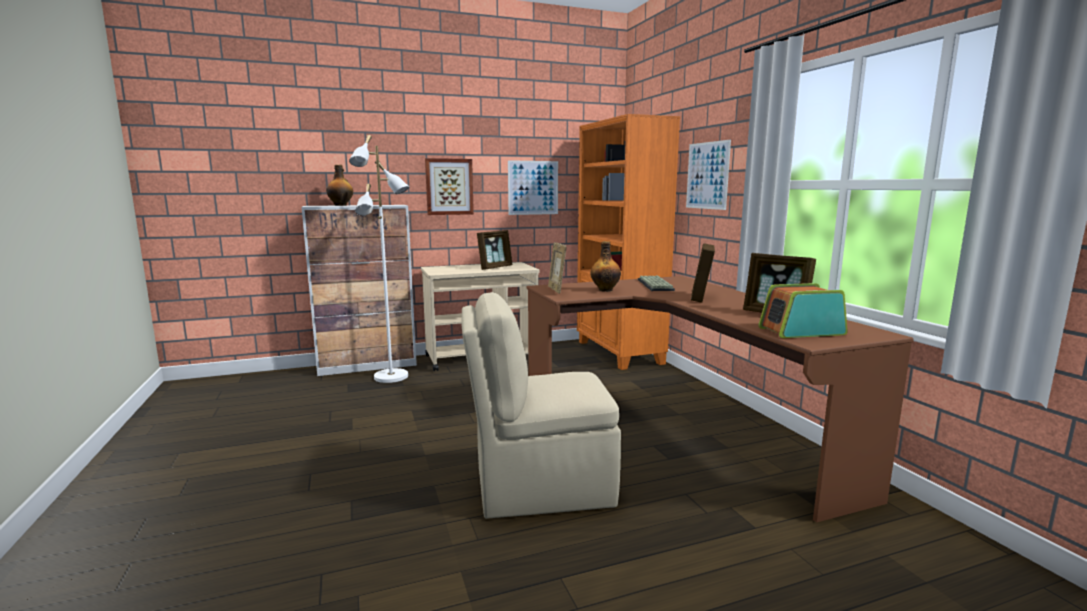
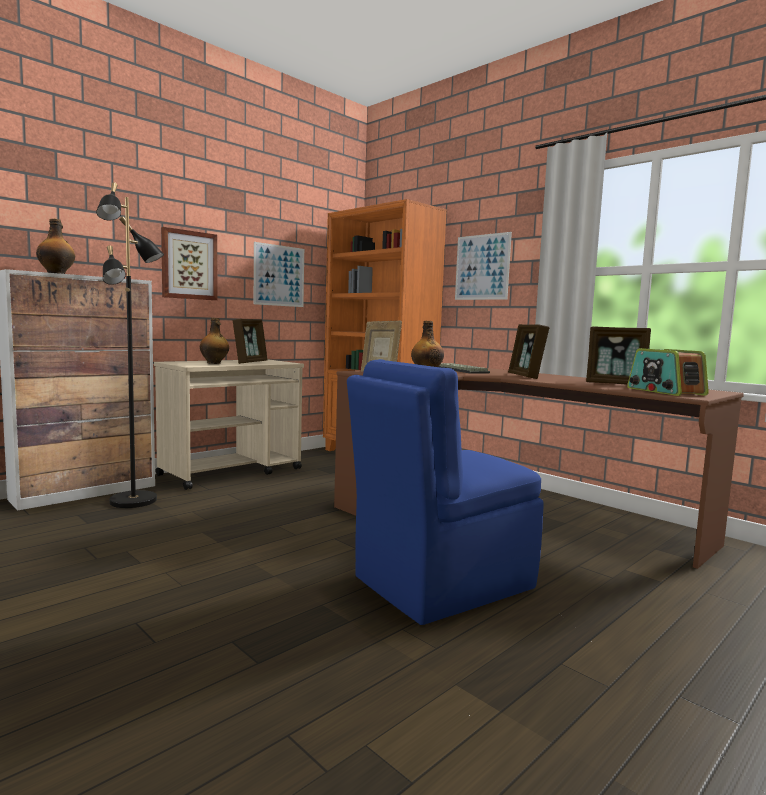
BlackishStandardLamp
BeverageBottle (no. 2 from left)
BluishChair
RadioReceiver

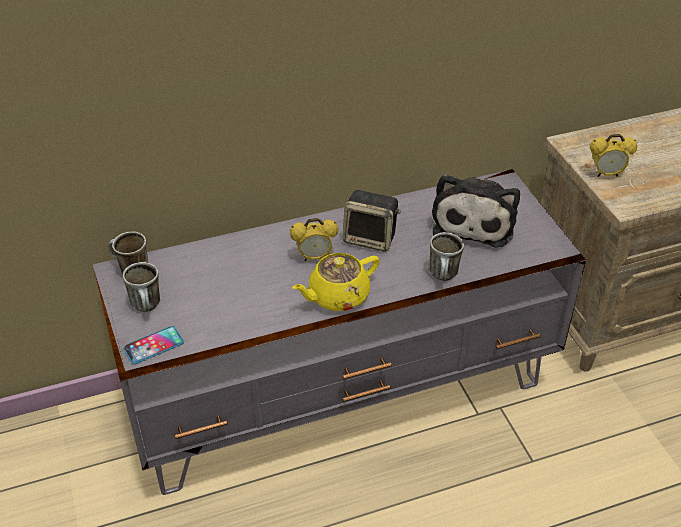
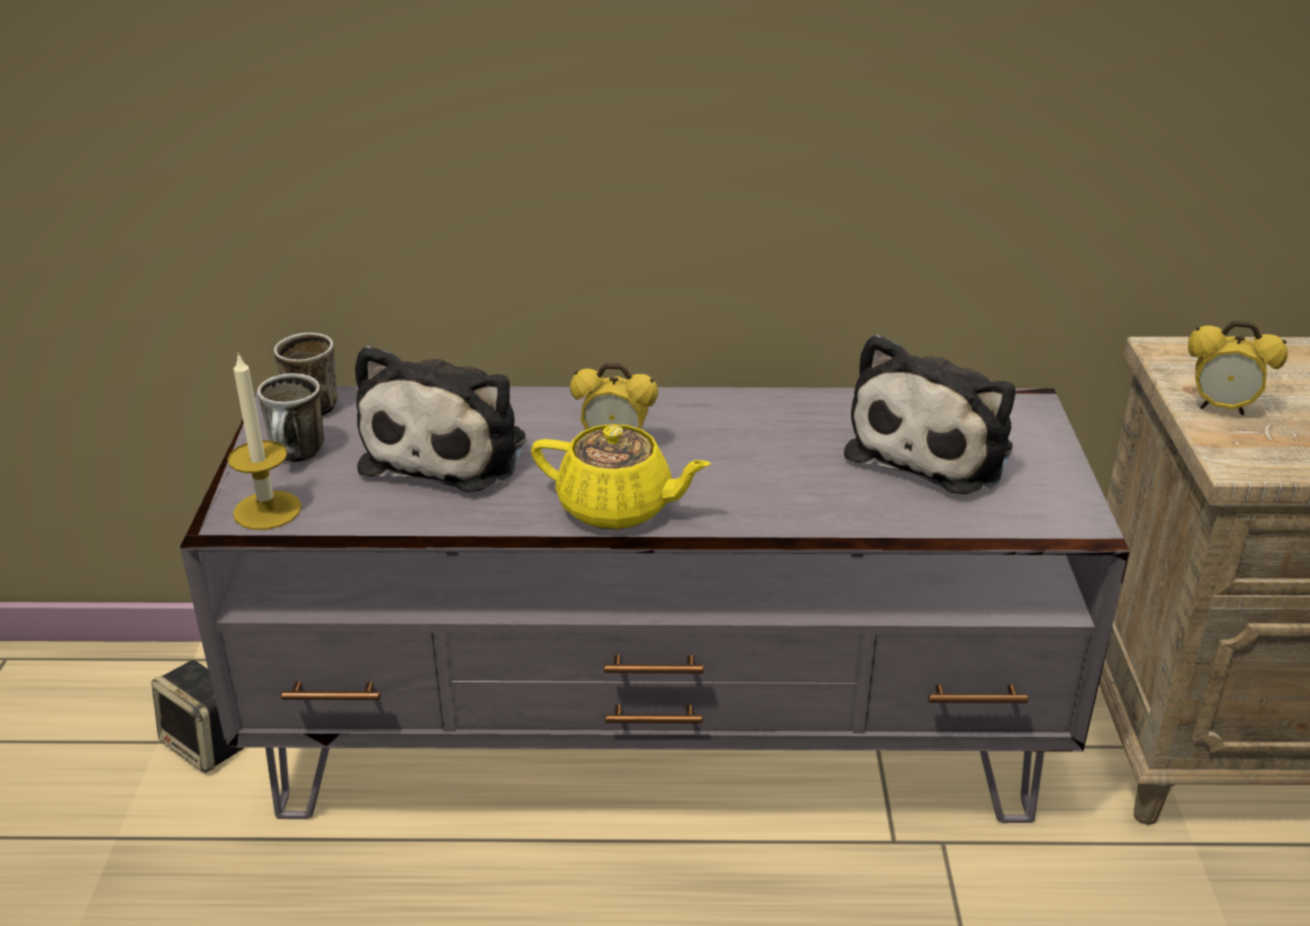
AudioSpeaker
WaxLight
CuddlyToy (no. 1 from left)
YellowishTeaPot
Mug (no. 3 from left in the first image)

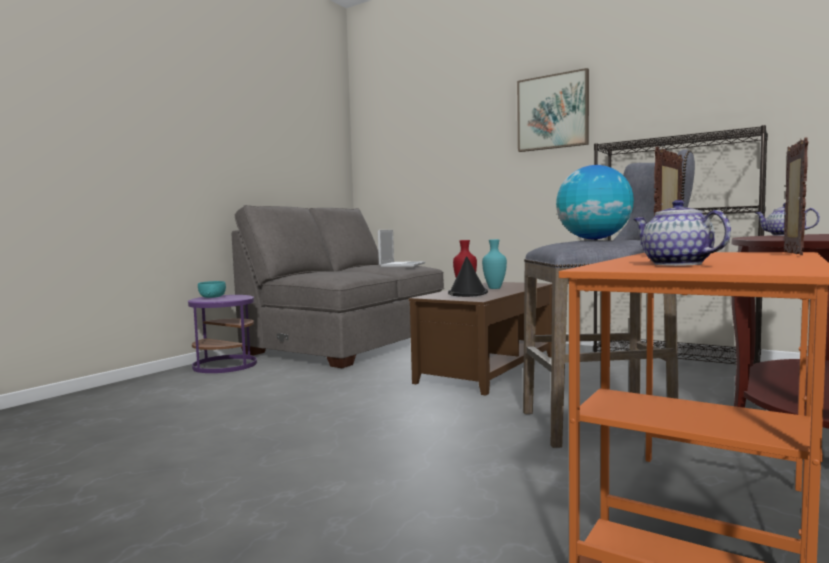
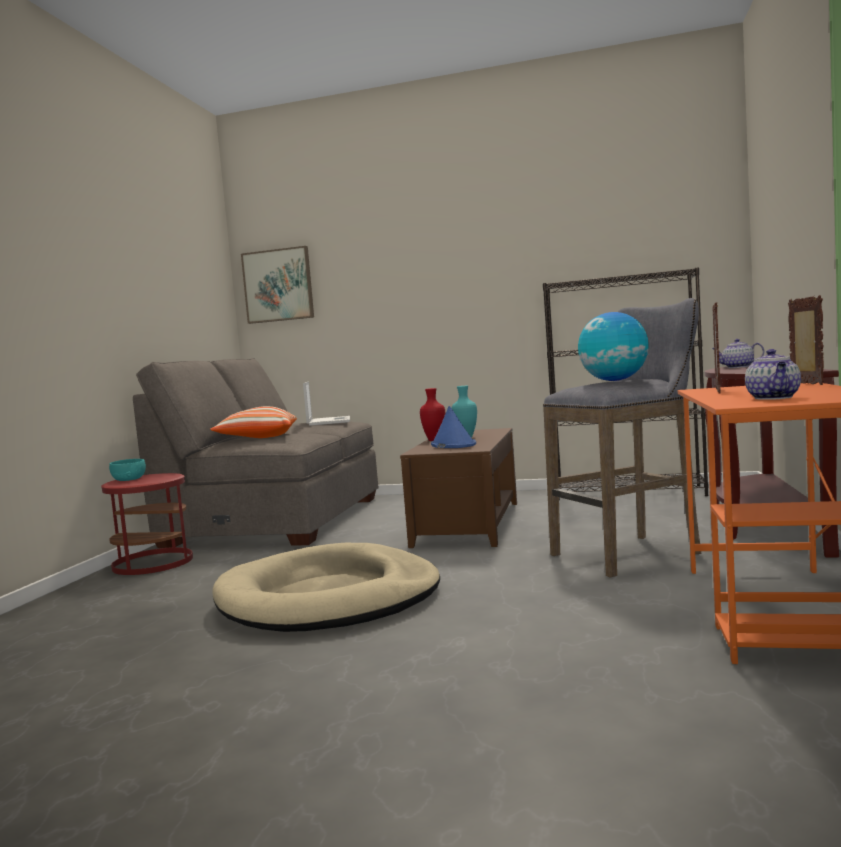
RedColouredSideTable
ThrowPillow
SandColouredDogCushion
WallArt
BluishWearableHat
TeaPot (no. 2 from left)

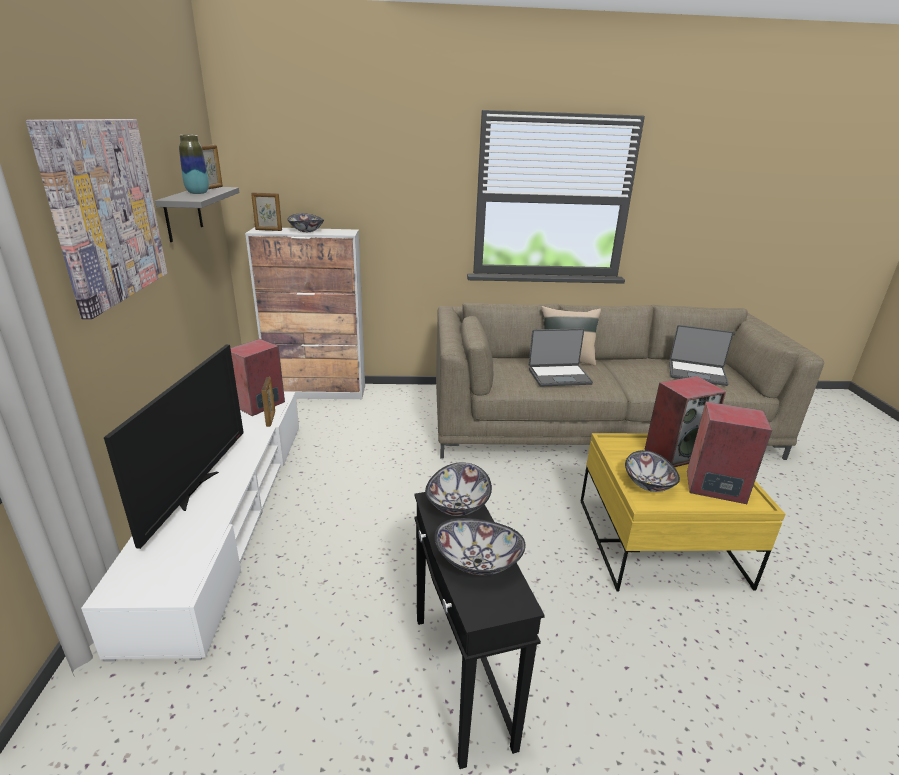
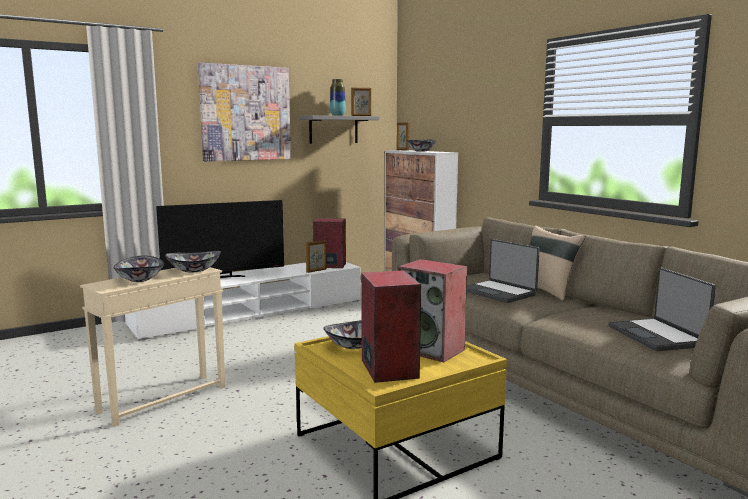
SandColouredSideTable

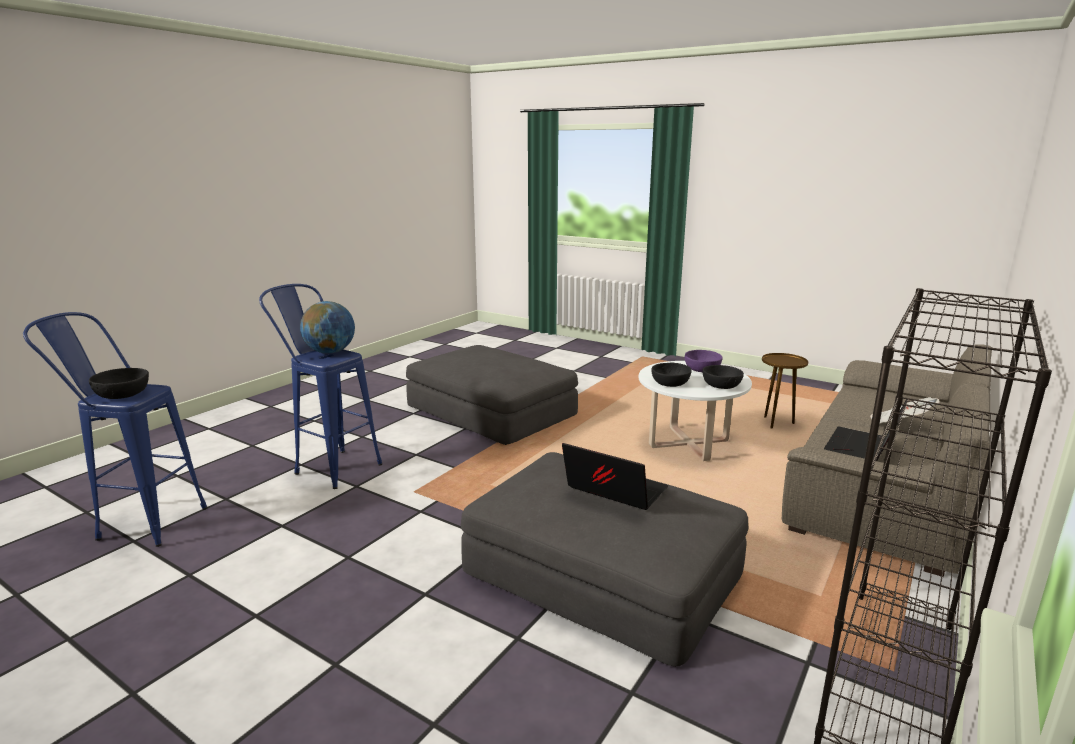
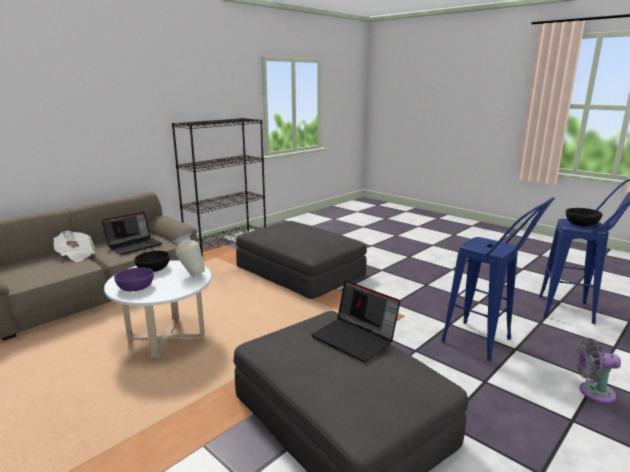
DecorativeVase
NotebookComputer (no. 2 from left)
GreyishFan
DeskGlobe
BrownColouredSideTable

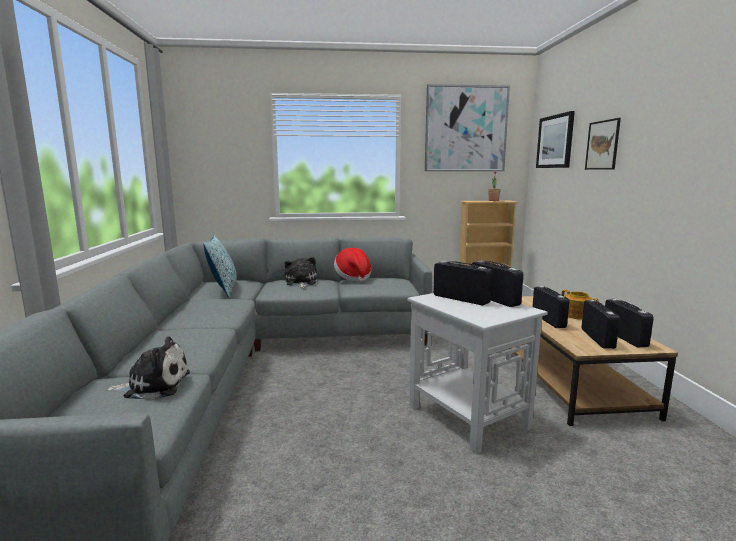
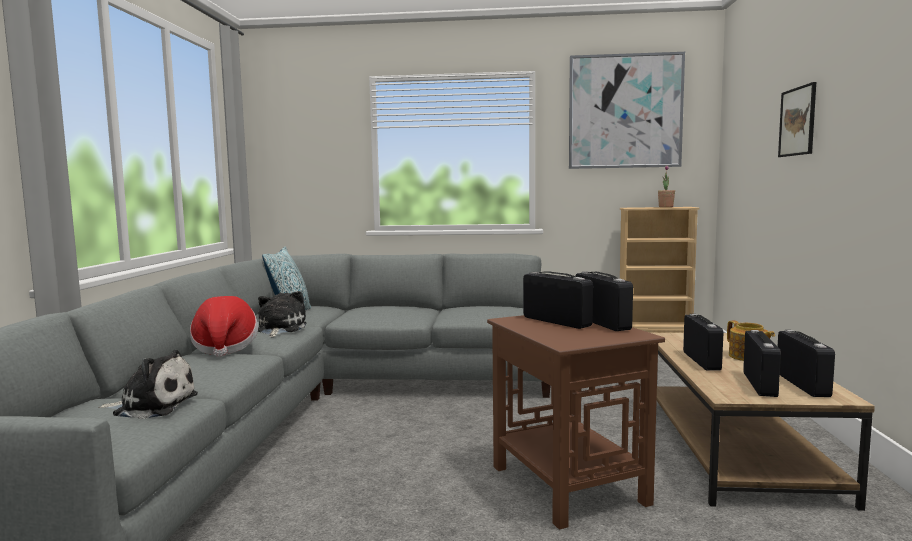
WearableHat
CuddlyToy (no. 2 from left)
BrownColouredSideTable
WallArt (no. 2 from left in the first image)

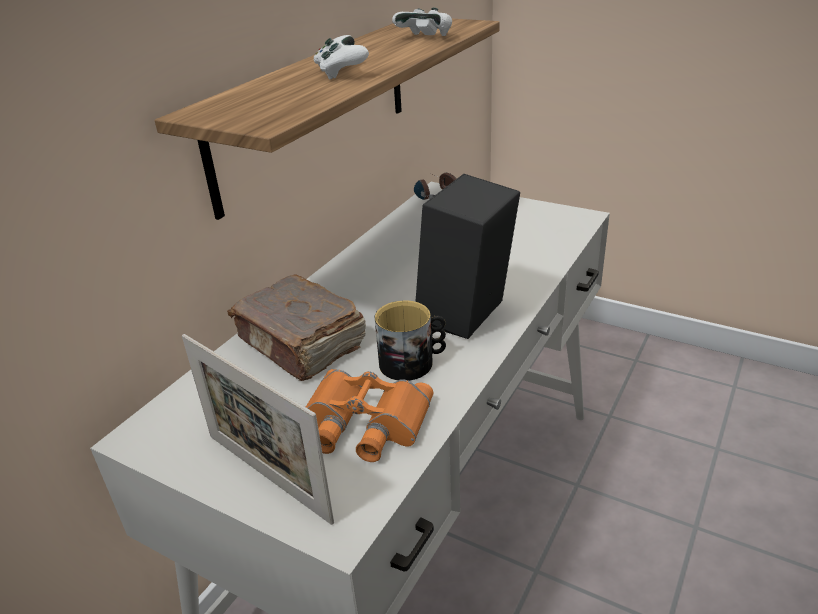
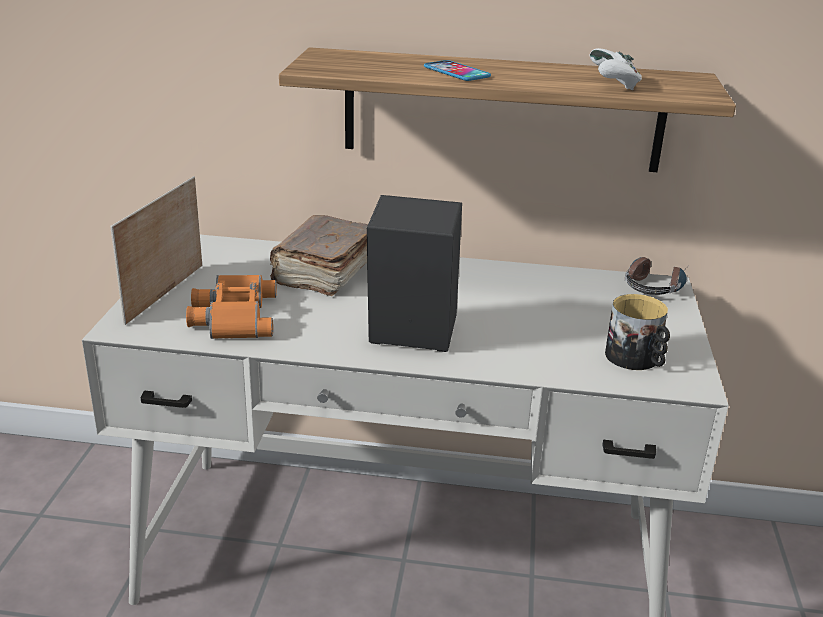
Telephone
Mug

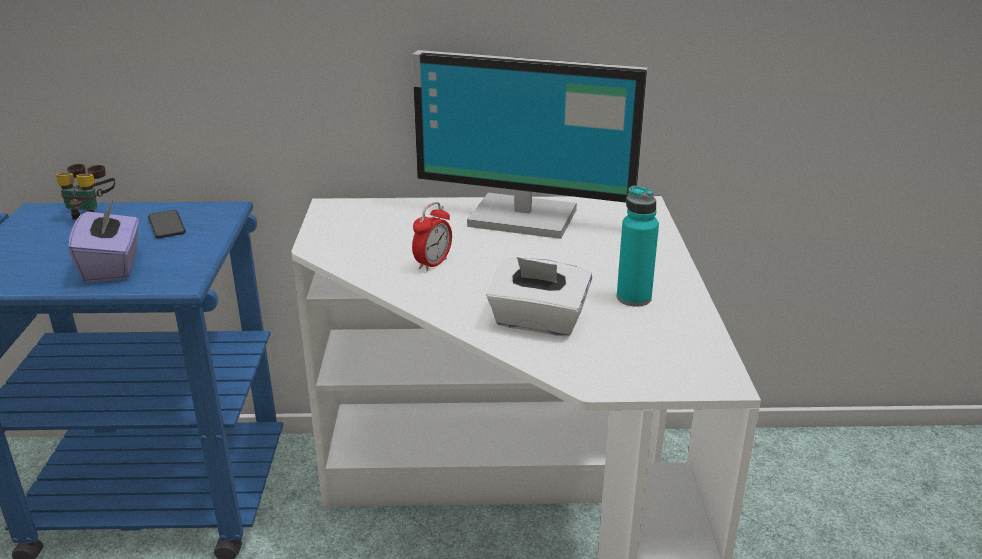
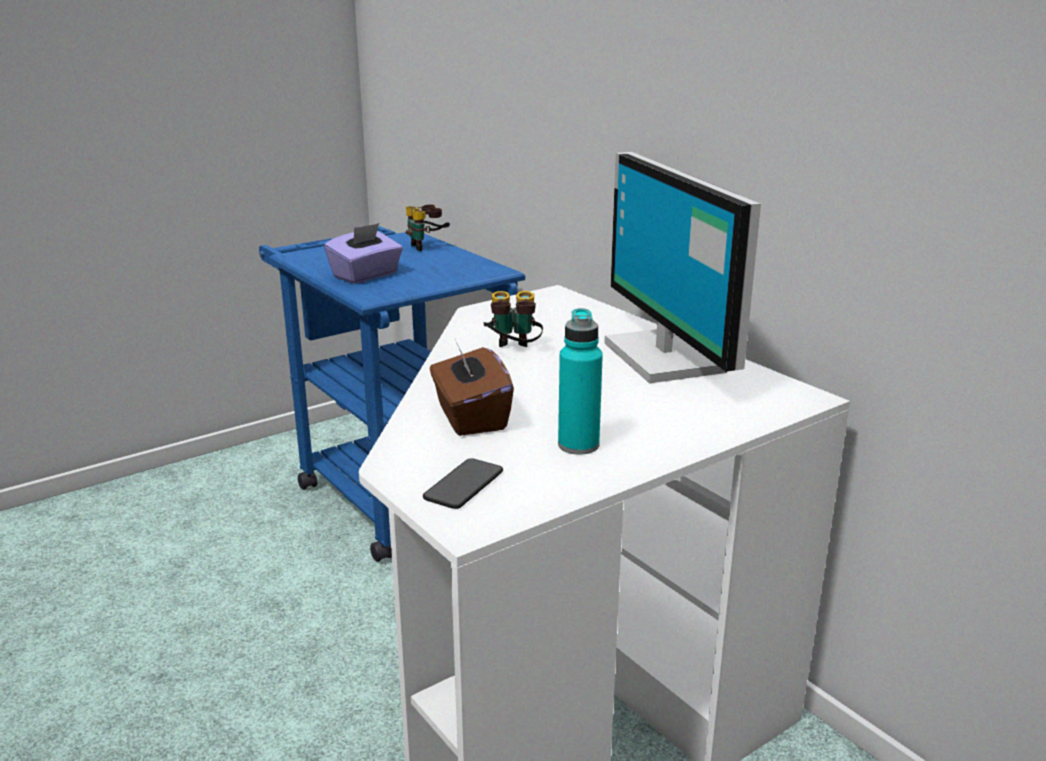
Telephone
BrownColouredTissueHolder
FieldGlasses (no. 2 from left)

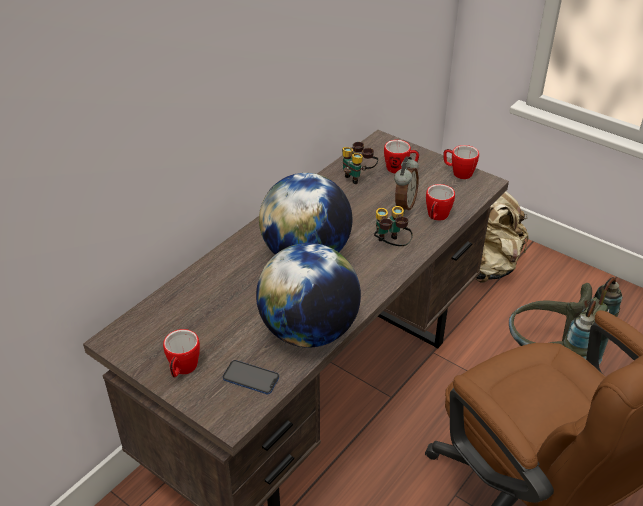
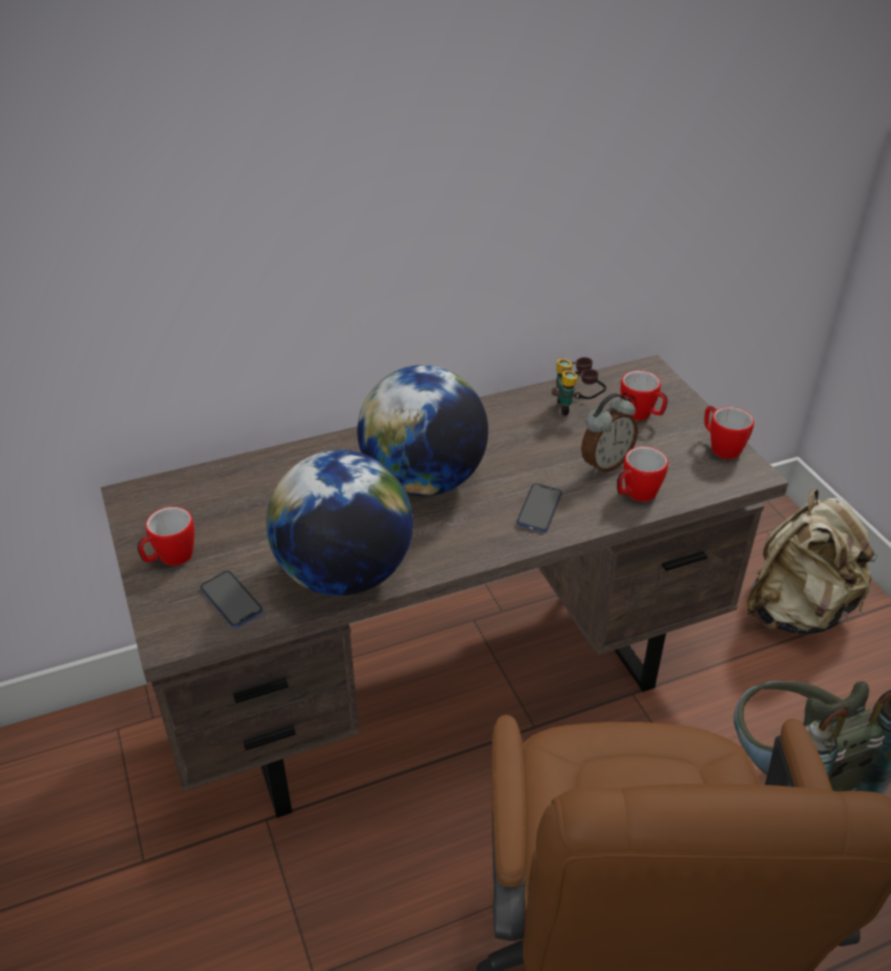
Telephone (no. 2 from left)

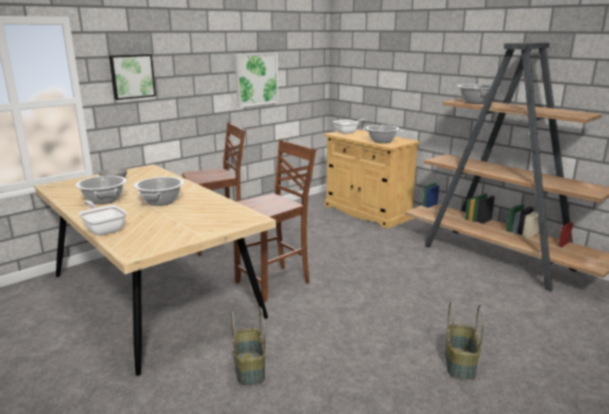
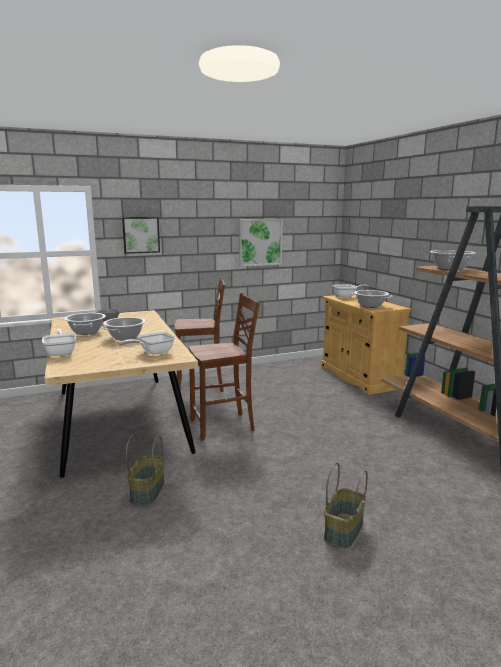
FryingPan (no. 2 from left)

